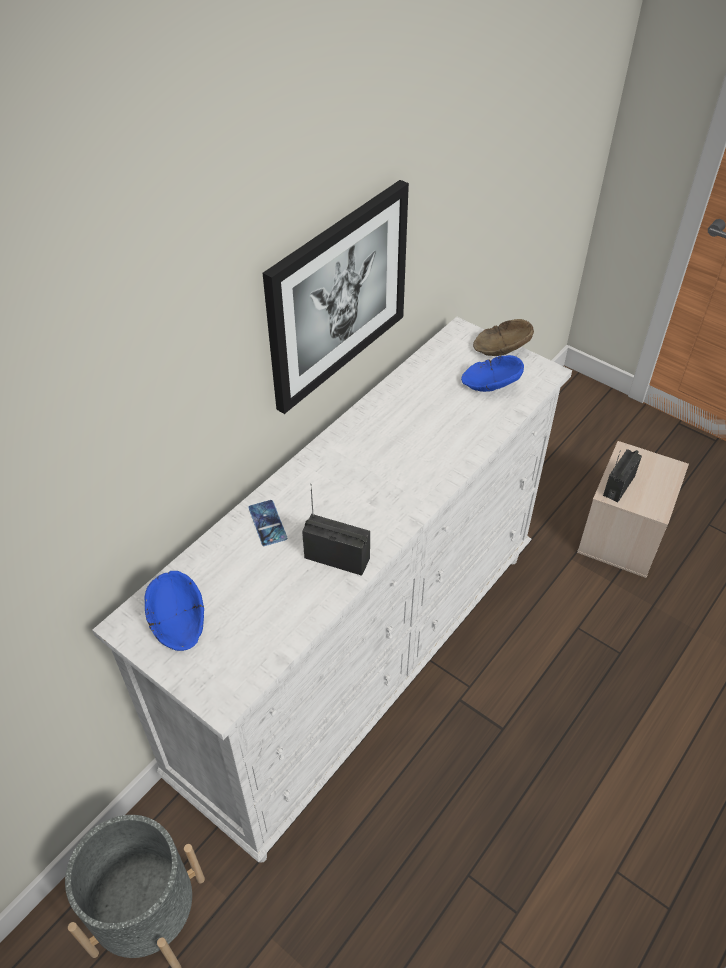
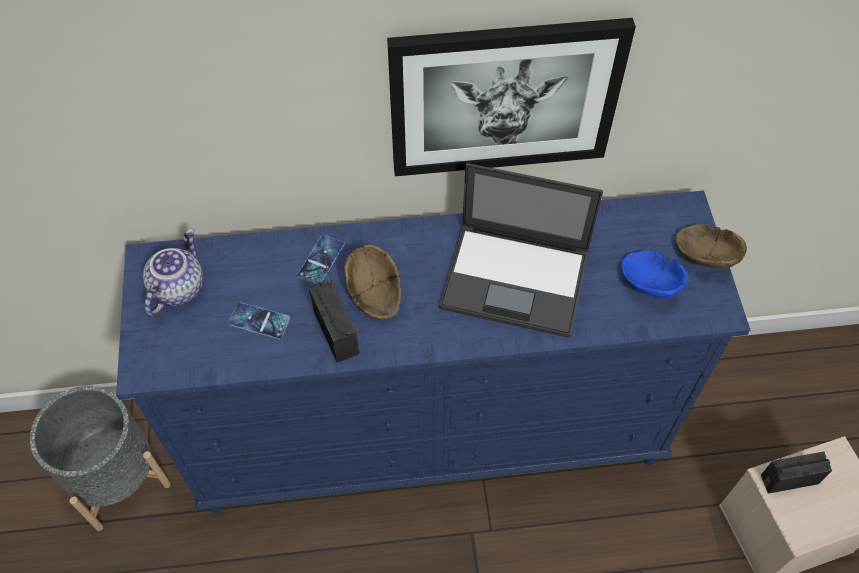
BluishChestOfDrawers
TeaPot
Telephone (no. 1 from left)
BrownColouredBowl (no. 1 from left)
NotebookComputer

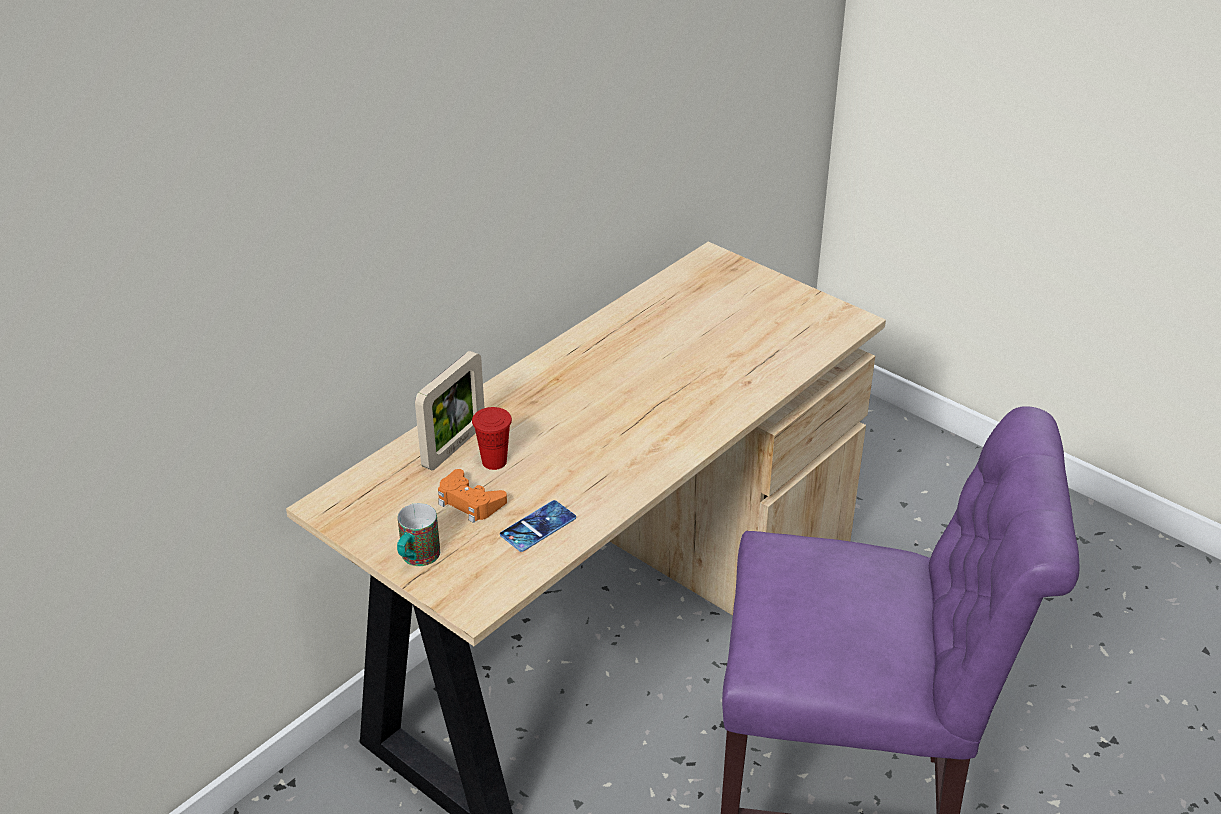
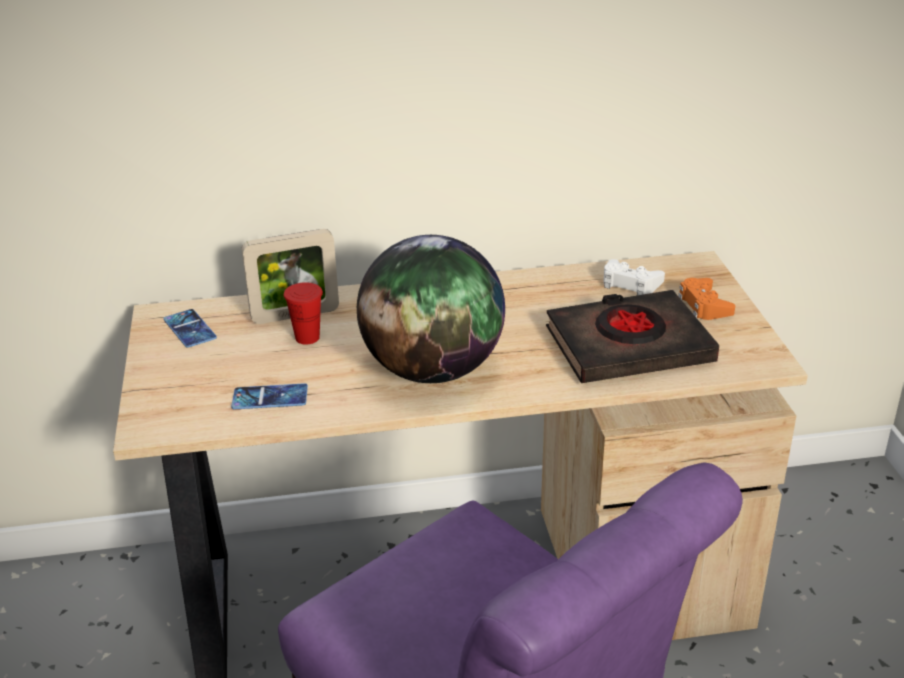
Telephone (no. 1 from left)
DeskGlobe
BlackishBook
WhiteColouredJoypad
OrangeColouredJoypad
Mug

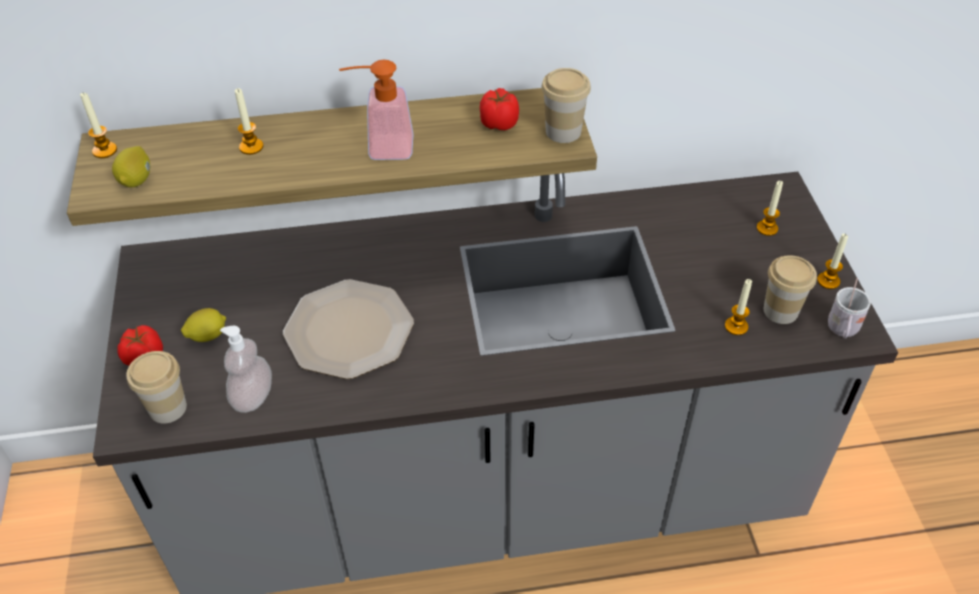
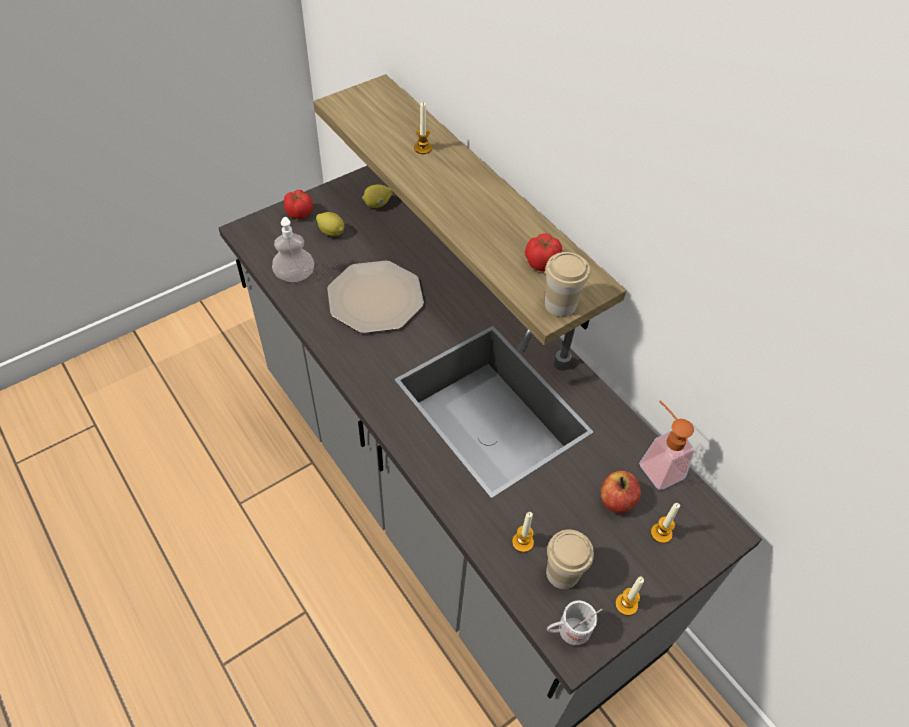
Lemon (no. 2 from left)
Apple
SoapBottle (no. 2 from left)
WaxLight (no. 1 from left in the first image)
SmallCup (no. 1 from left in the first image)

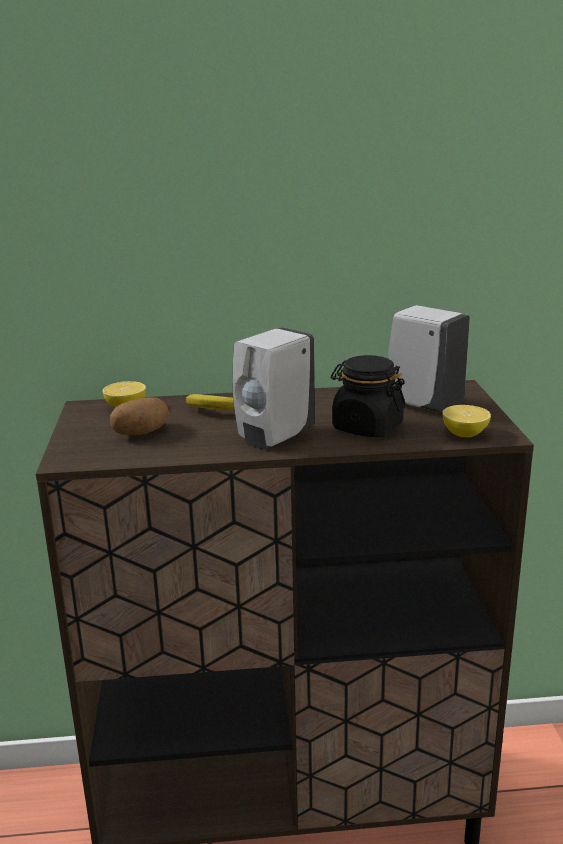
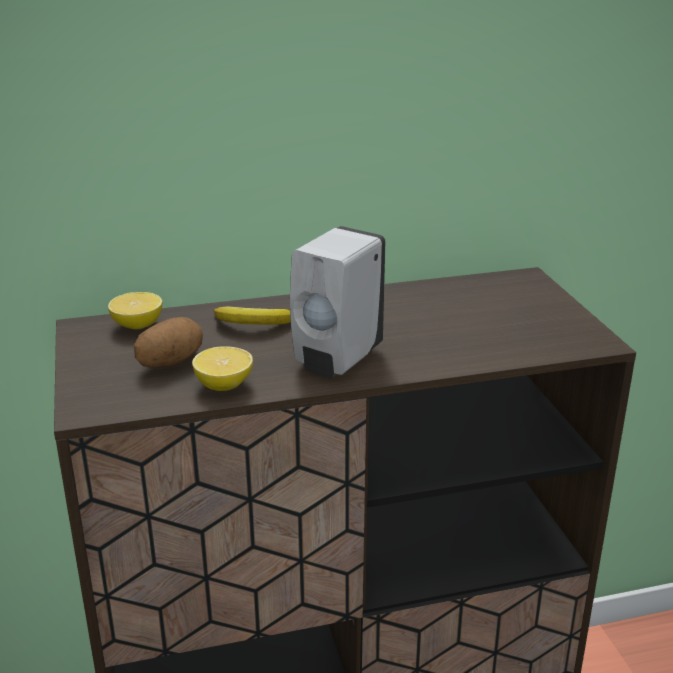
Lemon (no. 2 from left)
BlackishPreserveJar
WhiteColouredSoapBottle (no. 2 from left in the first image)

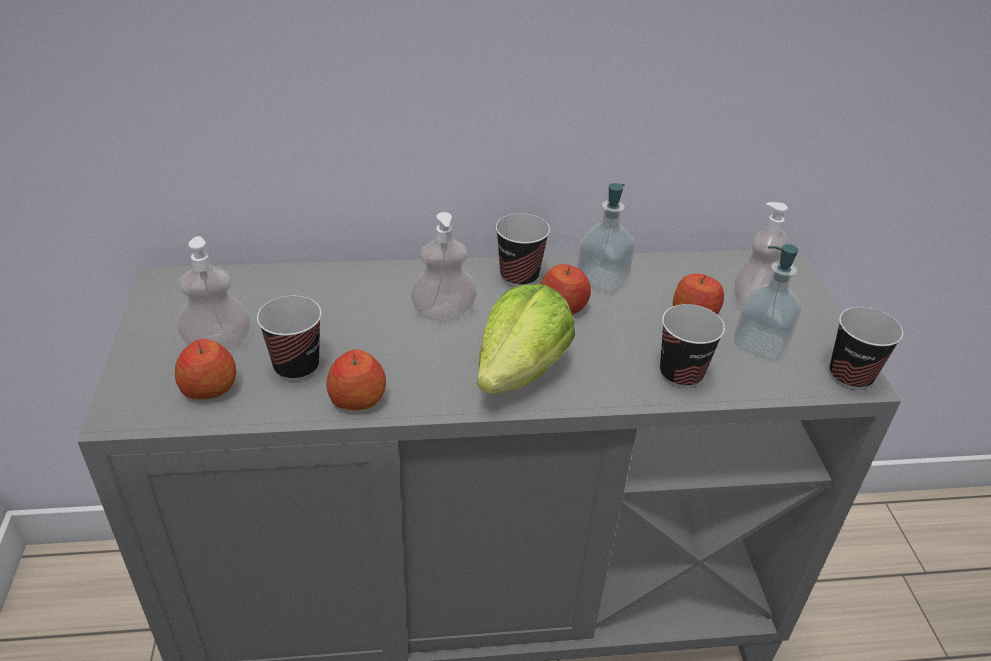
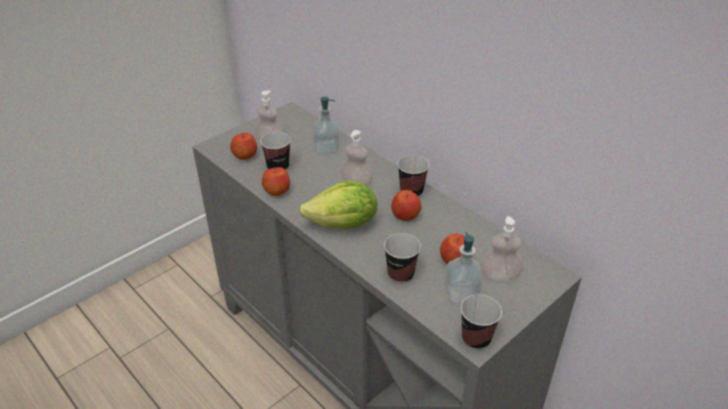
SoapBottle (no. 2 from left)

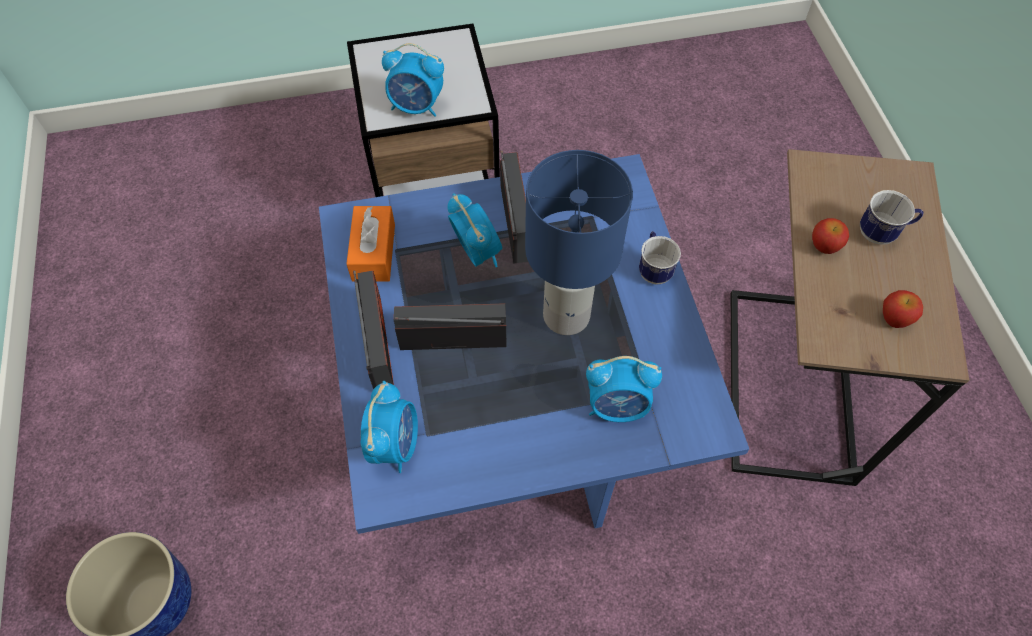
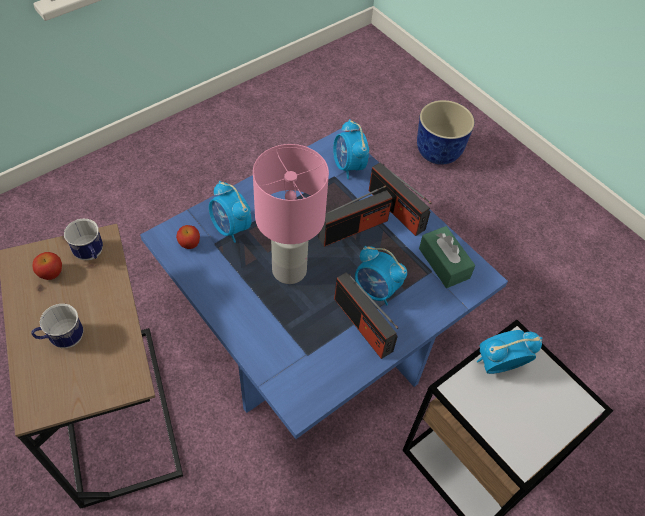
Mug (no. 2 from left)
Apple (no. 2 from left)
TableClock (no. 1 from left)
PinkTableLamp
GreenishTissueHolder

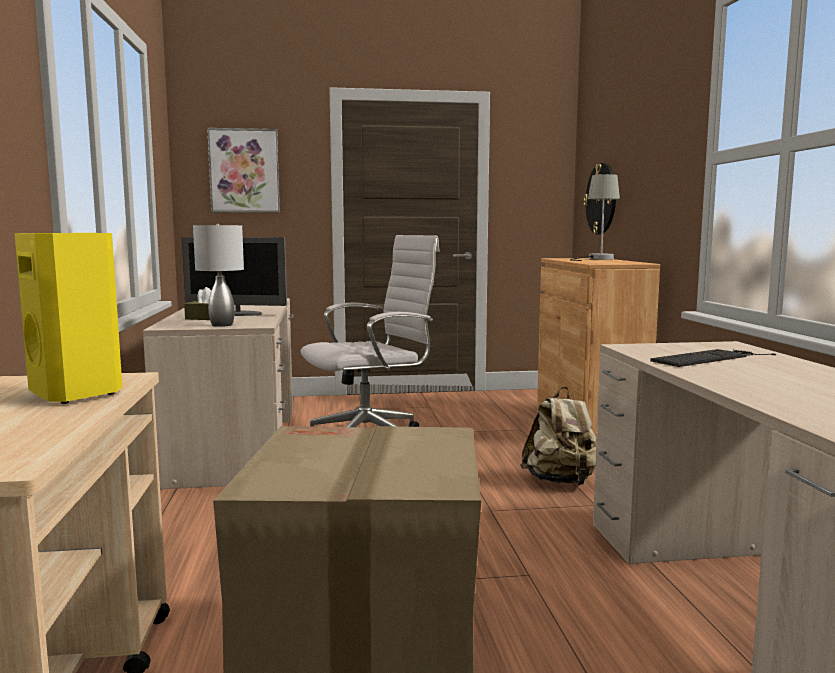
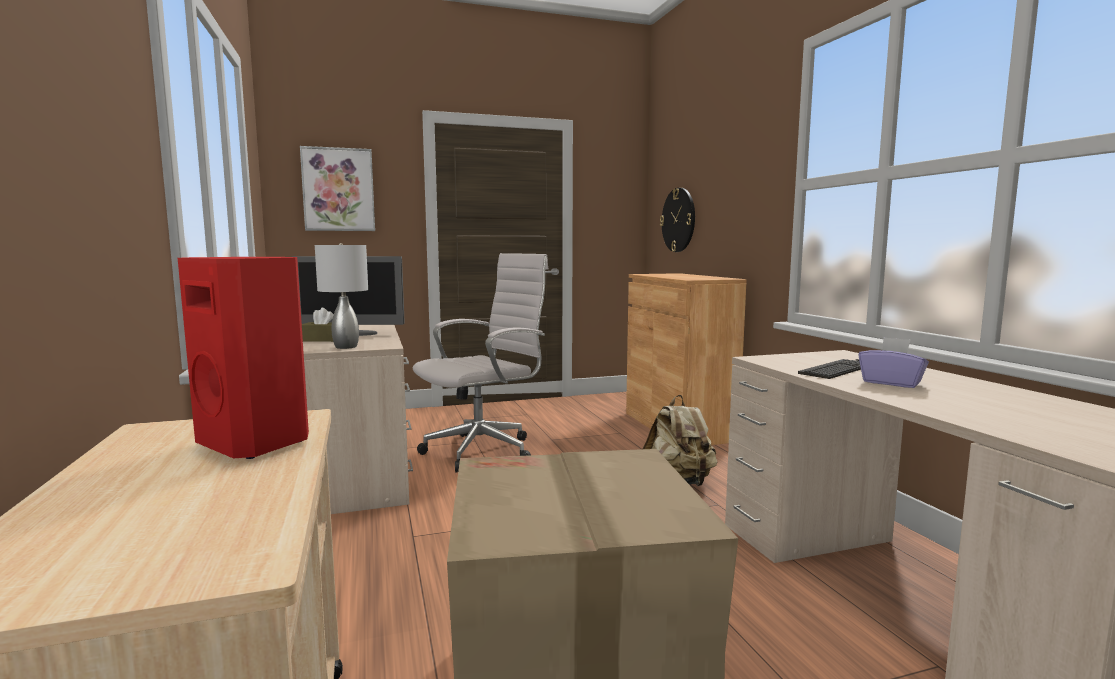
RedColouredAudioSpeaker
PurpleTissueHolder
GreyishTableLamp (no. 2 from left in the first image)

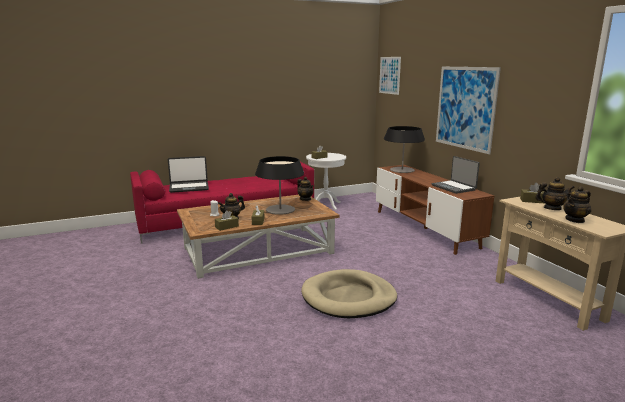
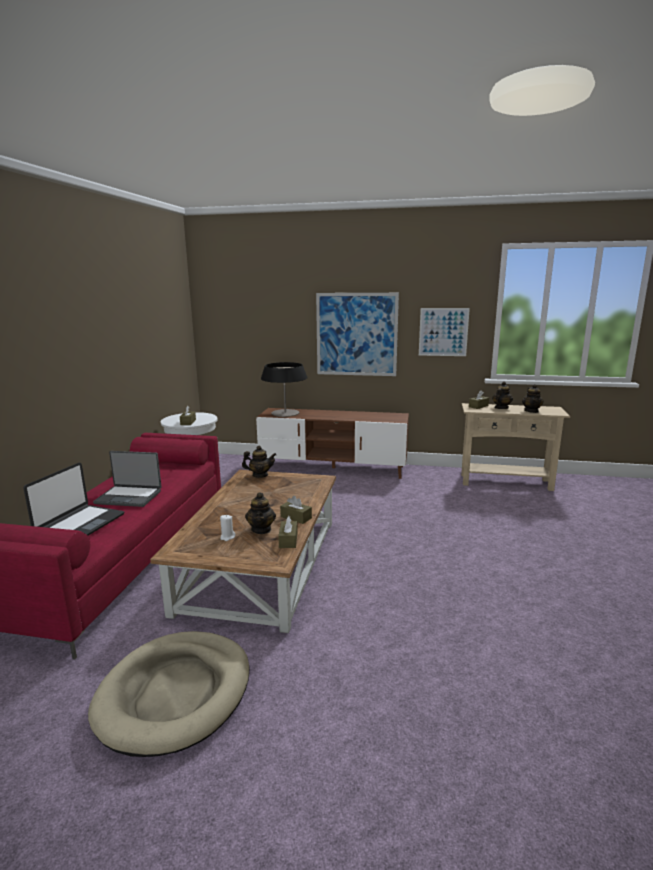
SandColouredDogCushion
NotebookComputer (no. 2 from left)
WallArt (no. 2 from left)
TableLamp (no. 1 from left in the first image)

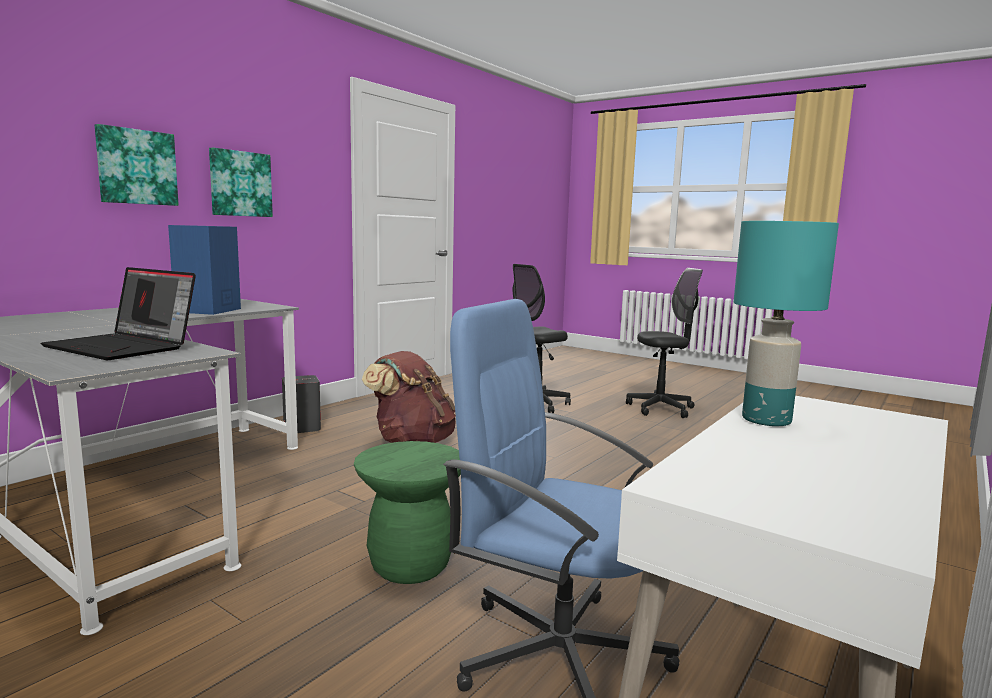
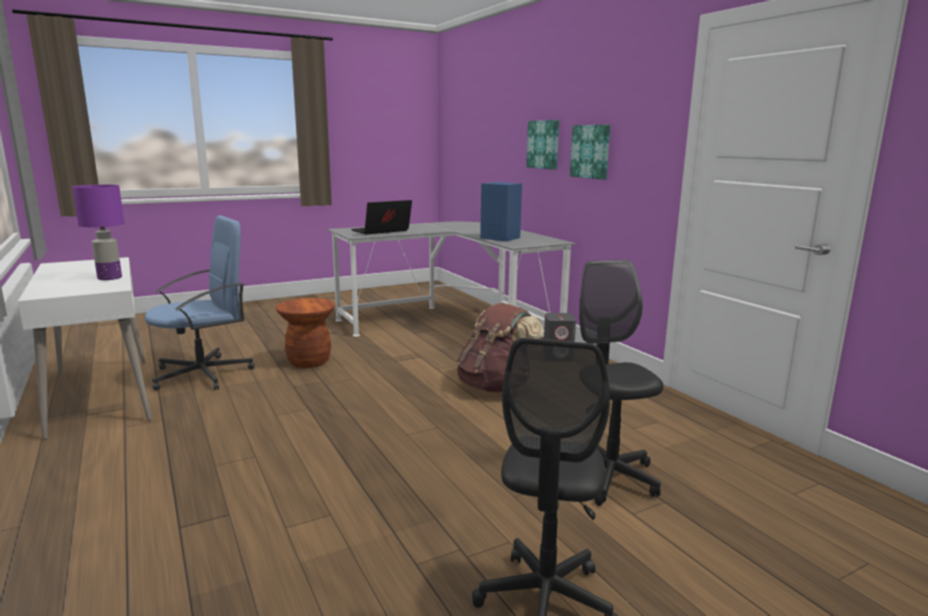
PurpleTableLamp
BrownColouredStoolSeat

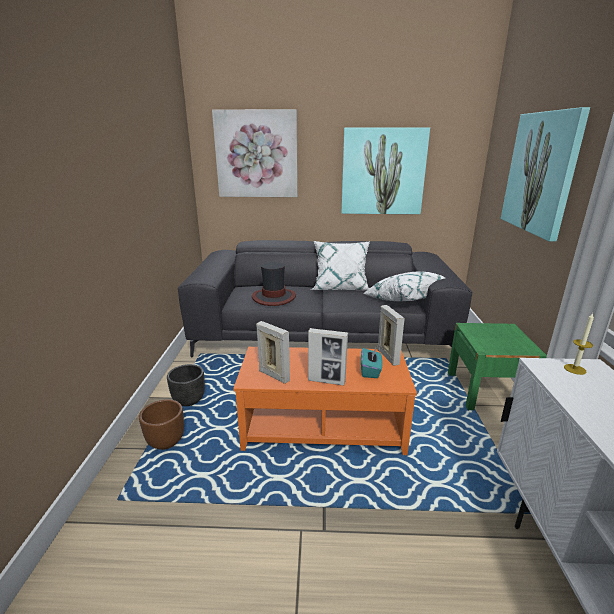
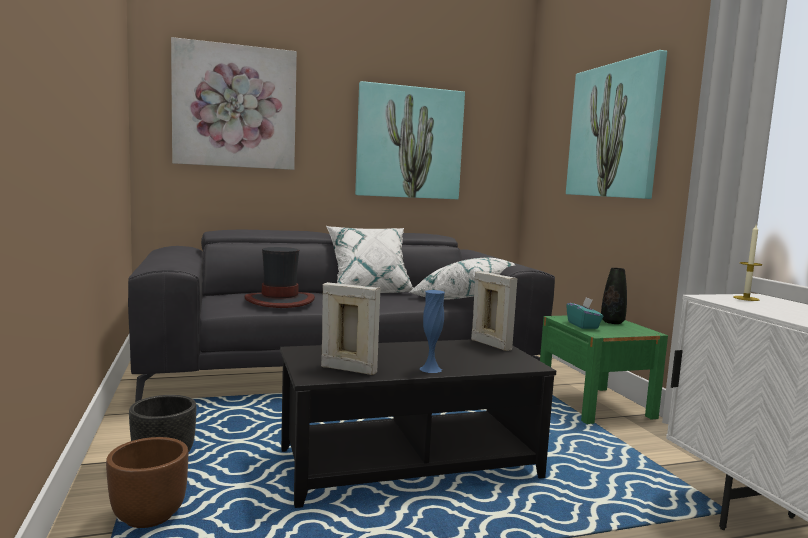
BlackishLoungeTable
BluishDecorativeVase
TurquoiseColouredTissueHolder
BlackishDecorativeVase

